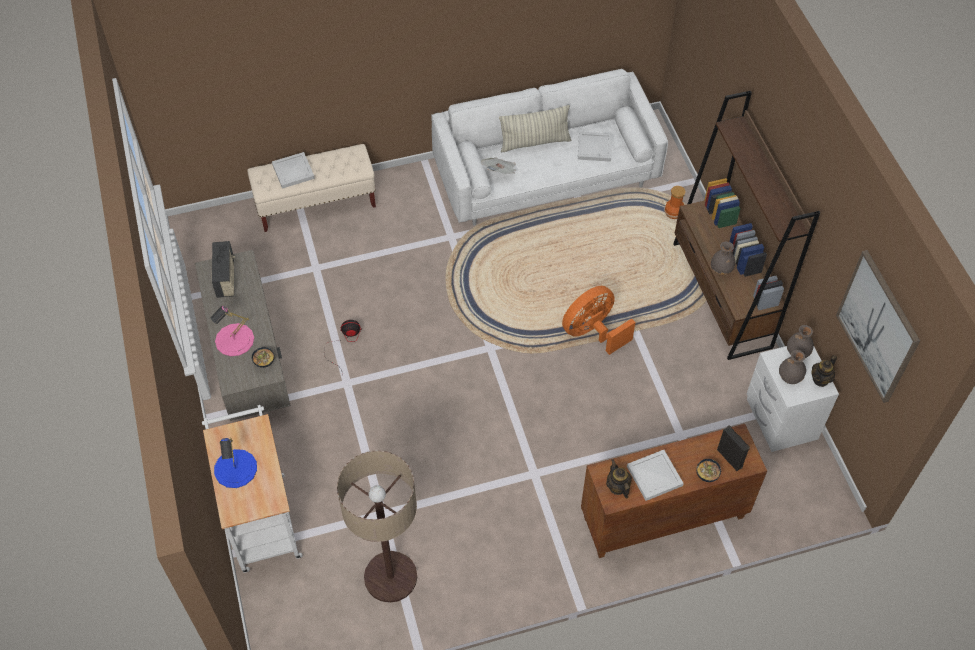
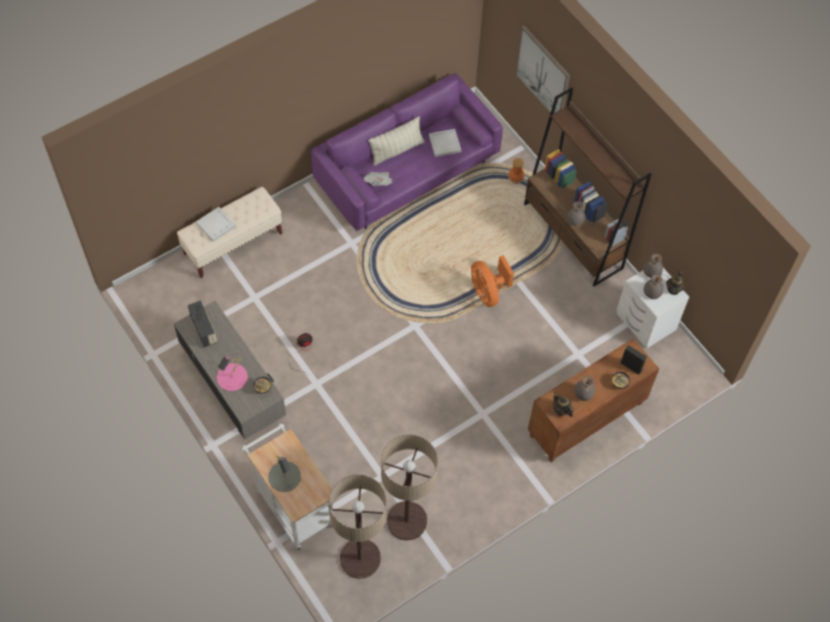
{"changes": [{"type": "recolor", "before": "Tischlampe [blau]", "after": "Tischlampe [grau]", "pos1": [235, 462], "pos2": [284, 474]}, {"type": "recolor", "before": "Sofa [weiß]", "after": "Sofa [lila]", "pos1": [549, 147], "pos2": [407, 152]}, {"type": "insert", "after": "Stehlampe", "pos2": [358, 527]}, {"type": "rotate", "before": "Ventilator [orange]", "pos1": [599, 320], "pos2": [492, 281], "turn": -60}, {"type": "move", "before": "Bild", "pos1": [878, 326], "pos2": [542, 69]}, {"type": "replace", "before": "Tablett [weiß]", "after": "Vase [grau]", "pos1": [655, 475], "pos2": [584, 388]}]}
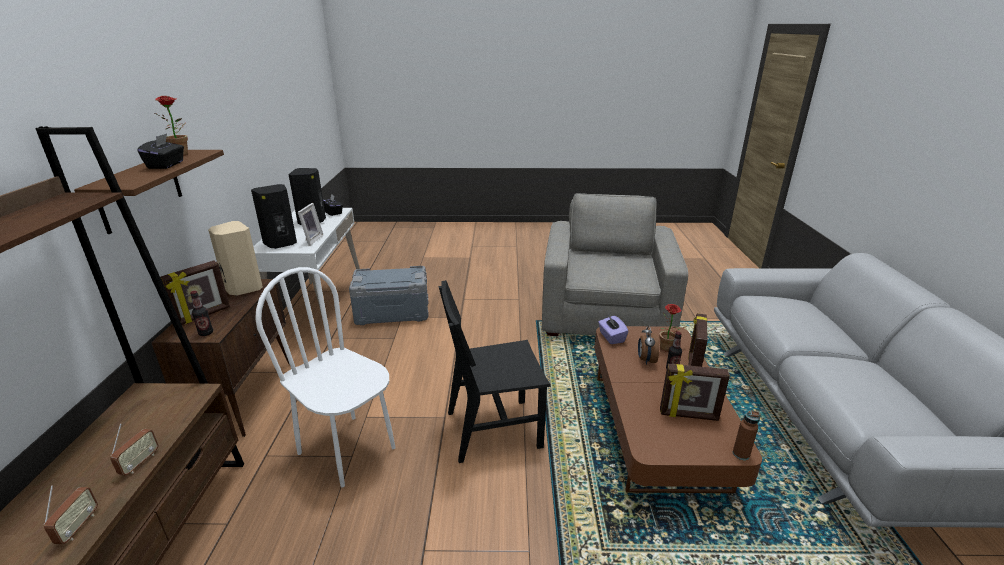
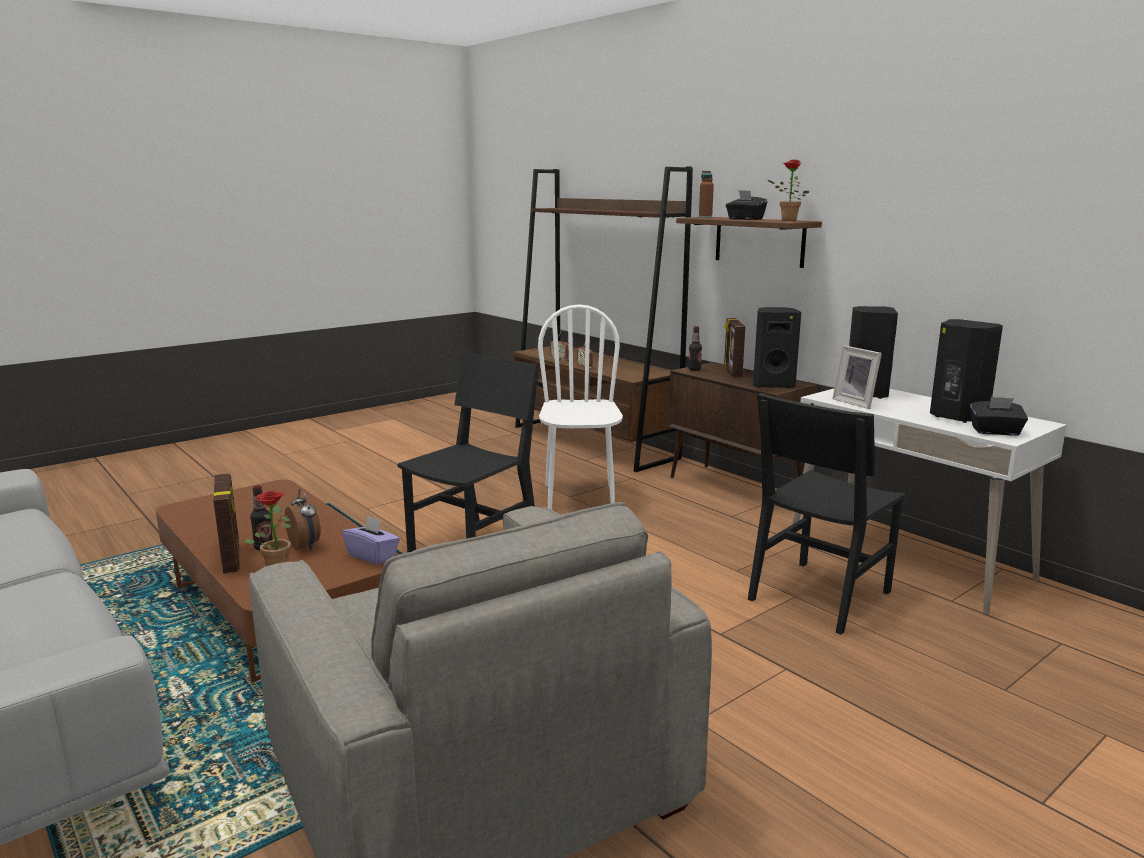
{"changes": [{"type": "rotate", "before": "Stuhl [weiß]", "pos1": [325, 377], "pos2": [580, 407], "turn": -90}, {"type": "move", "before": "Flasche [braun]", "pos1": [746, 435], "pos2": [706, 194]}, {"type": "replace", "before": "Aufbewahrungsbox [grau]", "after": "Stuhl [schwarz]", "pos1": [389, 295], "pos2": [827, 514]}, {"type": "recolor", "before": "Lautsprecher [beige]", "after": "Lautsprecher [schwarz]", "pos1": [235, 258], "pos2": [777, 348]}, {"type": "delete", "before": "Bilderrahmen", "pos1": [695, 392]}]}
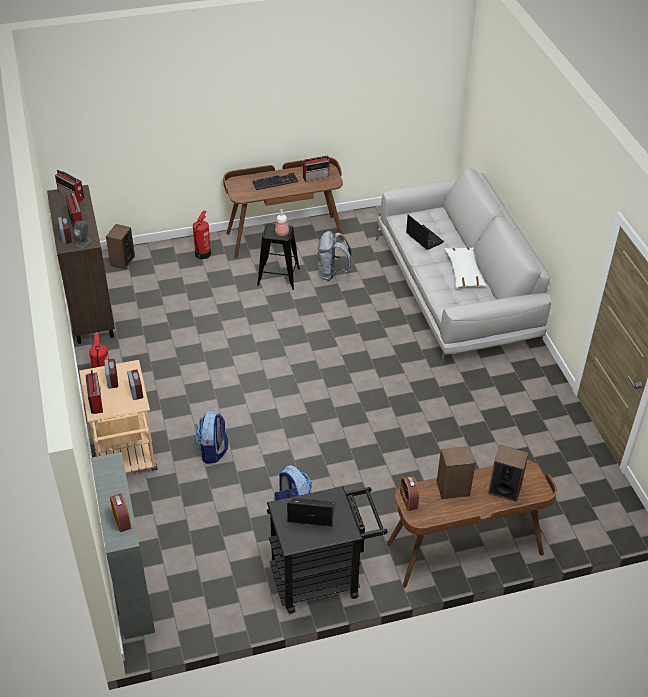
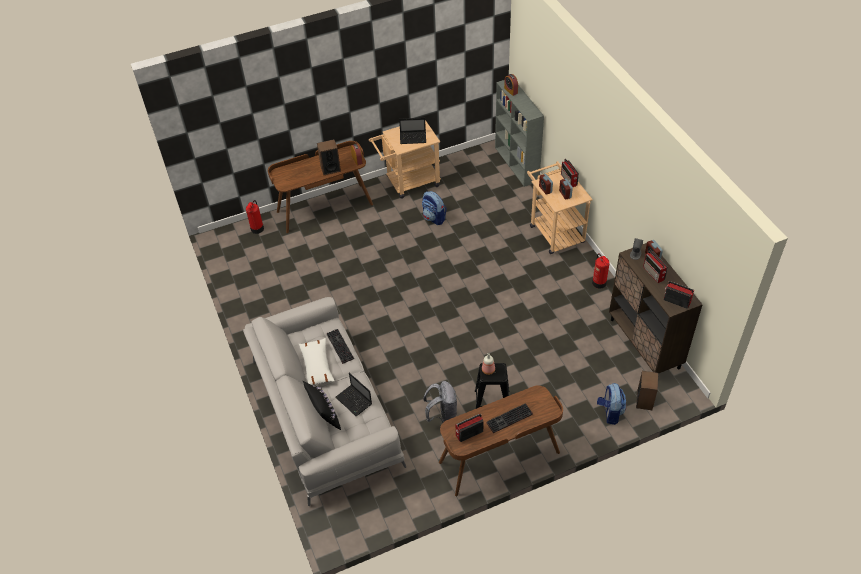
{"changes": [{"type": "move", "before": "Feuerlöscher", "pos1": [202, 234], "pos2": [255, 217]}, {"type": "insert", "after": "Kissen [schwarz]", "pos2": [322, 405]}, {"type": "insert", "after": "Tastatur", "pos2": [340, 346]}, {"type": "recolor", "before": "Rollwagen [schwarz]", "after": "Rollwagen [beige]", "pos1": [327, 550], "pos2": [405, 159]}, {"type": "move", "before": "Rucksack", "pos1": [211, 437], "pos2": [611, 404]}, {"type": "delete", "before": "Lautsprecher", "pos1": [508, 473]}]}
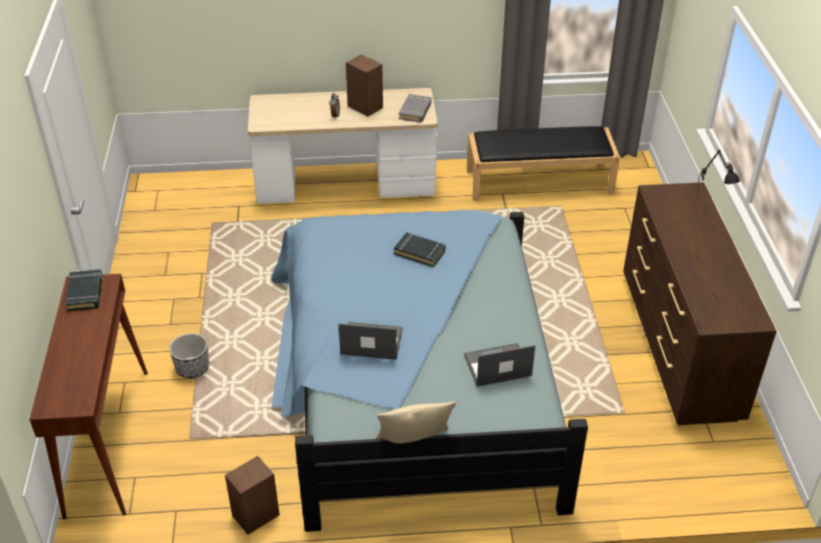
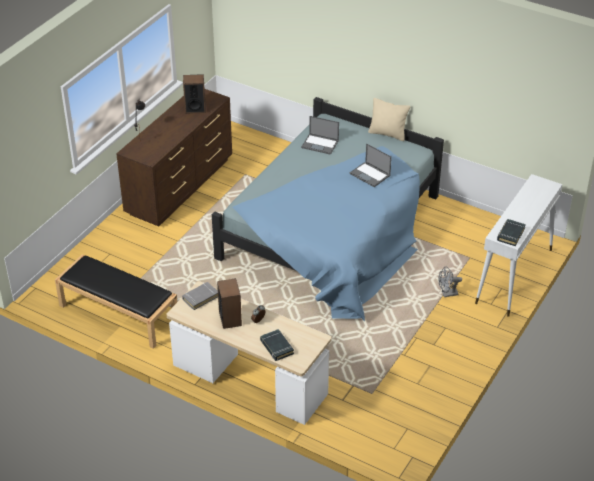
{"changes": [{"type": "move", "before": "Lautsprecher", "pos1": [252, 495], "pos2": [194, 94]}, {"type": "move", "before": "Buch [schwarz]", "pos1": [419, 249], "pos2": [277, 345]}, {"type": "replace", "before": "Pflanzkübel", "after": "Ventilator [grau]", "pos1": [189, 355], "pos2": [450, 282]}, {"type": "recolor", "before": "Konsolentisch [braun]", "after": "Konsolentisch [weiß]", "pos1": [89, 397], "pos2": [518, 245]}]}
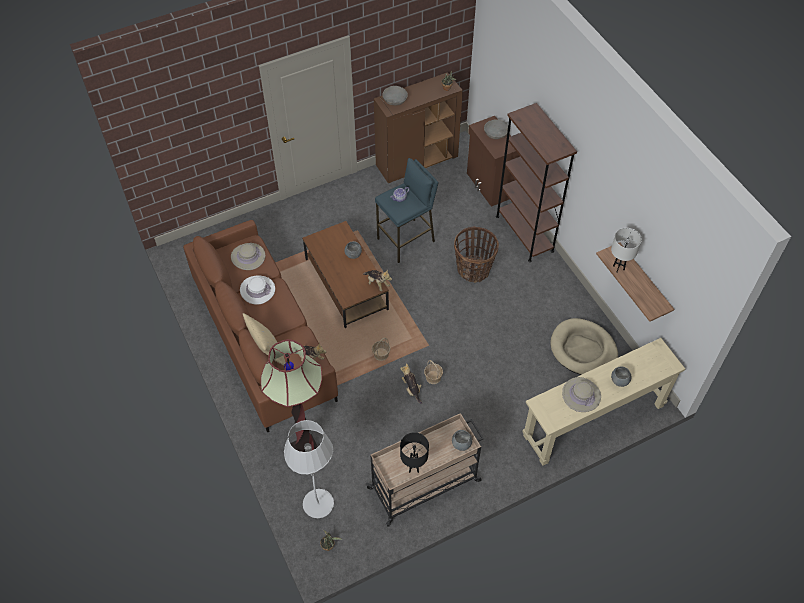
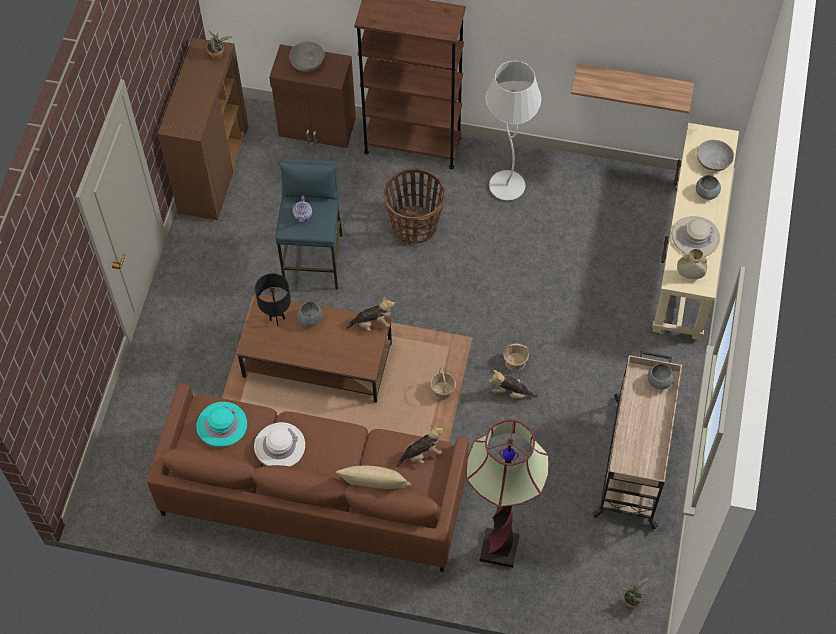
{"changes": [{"type": "recolor", "before": "Hut [beige]", "after": "Hut [türkis]", "pos1": [248, 256], "pos2": [221, 424]}, {"type": "move", "before": "Tischlampe [schwarz]", "pos1": [414, 452], "pos2": [273, 300]}, {"type": "move", "before": "Stehlampe [weiß]", "pos1": [309, 469], "pos2": [513, 131]}, {"type": "insert", "after": "Vase [beige]", "pos2": [692, 264]}, {"type": "move", "before": "Schüssel [grau]", "pos1": [395, 95], "pos2": [715, 155]}, {"type": "delete", "before": "Hundebett [beige]", "pos1": [584, 346]}, {"type": "delete", "before": "Tischlampe [weiß]", "pos1": [626, 250]}]}
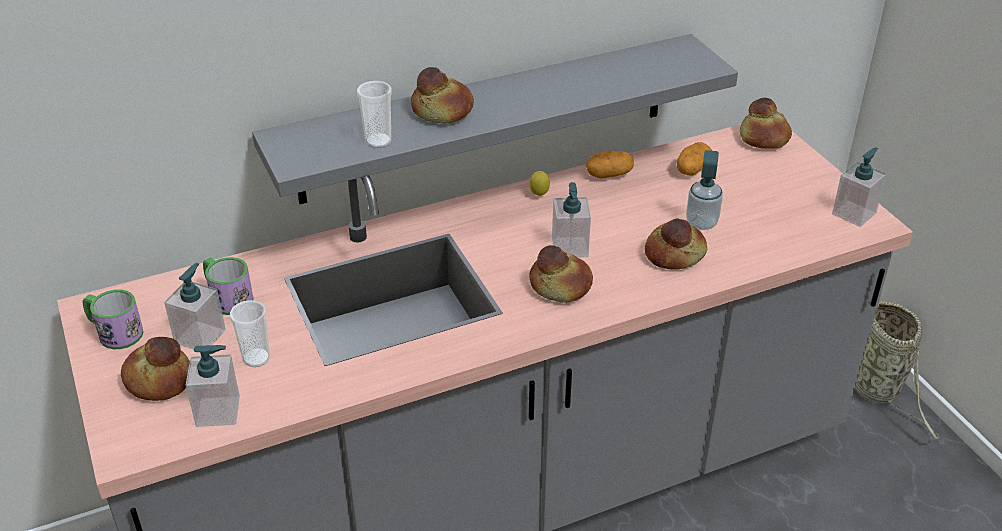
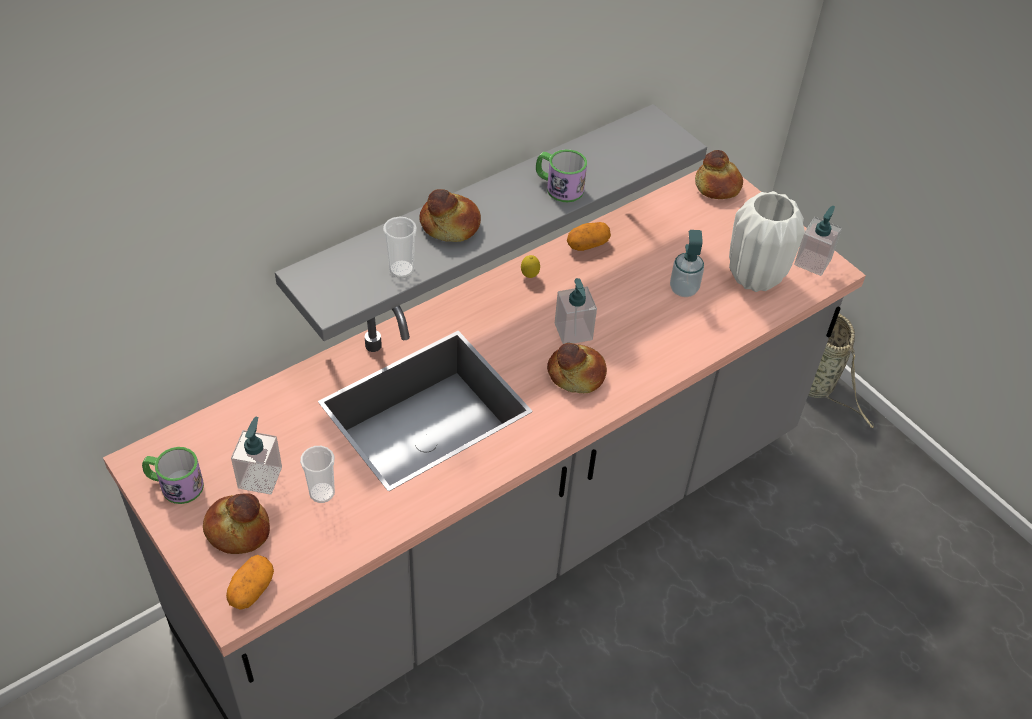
{"changes": [{"type": "move", "before": "Kartoffel", "pos1": [694, 159], "pos2": [250, 582]}, {"type": "move", "before": "Henkelbecher", "pos1": [228, 286], "pos2": [561, 175]}, {"type": "insert", "after": "Vase [weiß]", "pos2": [767, 241]}, {"type": "delete", "before": "Seifenspender", "pos1": [213, 386]}, {"type": "delete", "before": "Brot", "pos1": [676, 244]}]}
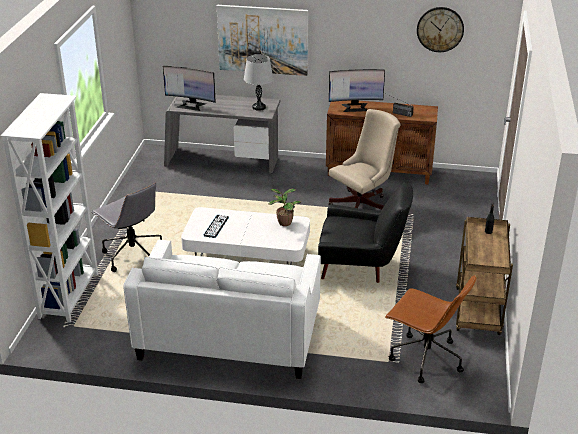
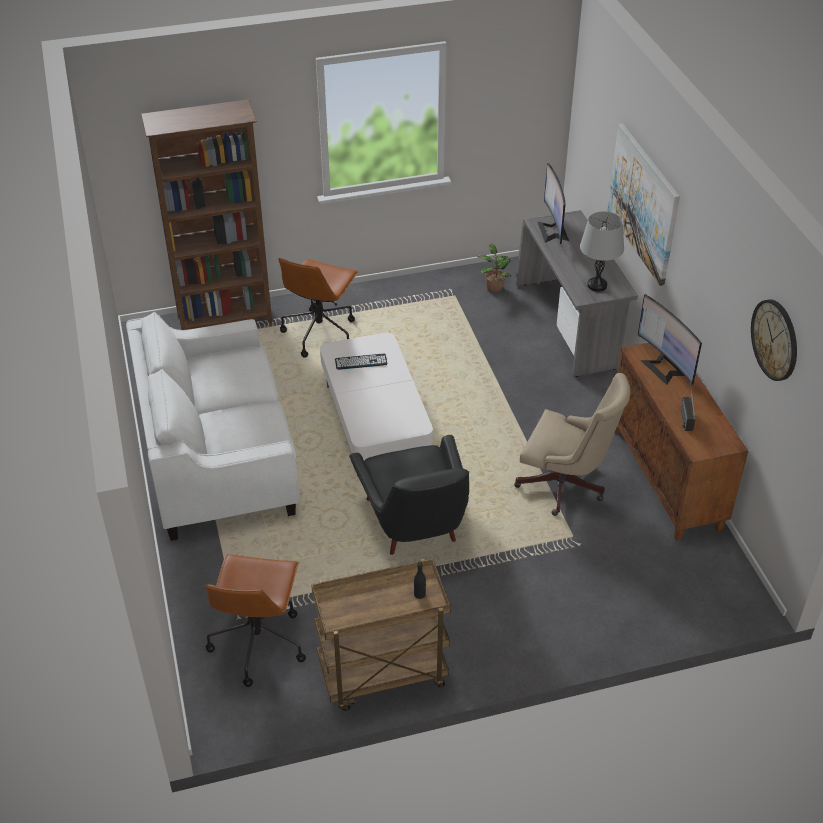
{"changes": [{"type": "recolor", "before": "Bücherregal [weiß]", "after": "Bücherregal [braun]", "pos1": [49, 208], "pos2": [206, 214]}, {"type": "recolor", "before": "Bürostuhl [grau]", "after": "Bürostuhl [braun]", "pos1": [126, 227], "pos2": [318, 308]}, {"type": "move", "before": "Topfpflanze", "pos1": [284, 207], "pos2": [494, 268]}]}
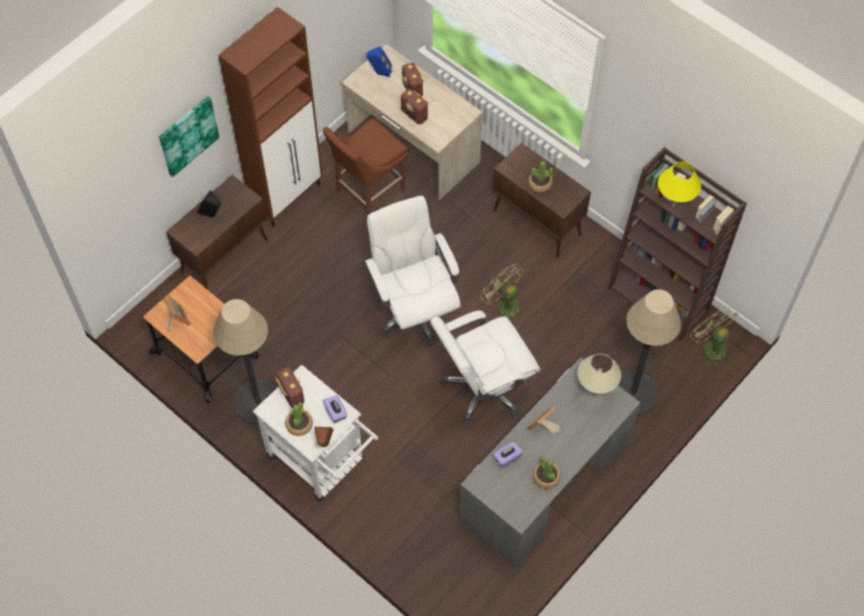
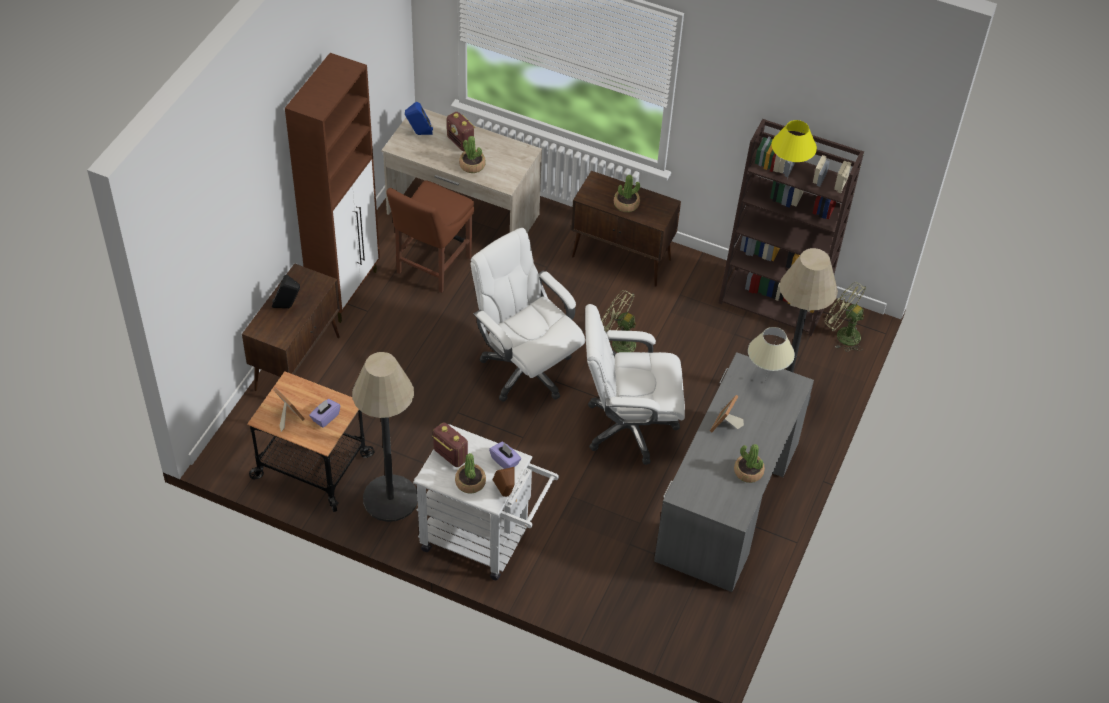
{"changes": [{"type": "move", "before": "Taschentuchbox [lila]", "pos1": [508, 455], "pos2": [324, 413]}, {"type": "replace", "before": "Radio", "after": "Topfpflanze", "pos1": [414, 106], "pos2": [472, 154]}, {"type": "rotate", "before": "Bürostuhl [weiß]", "pos1": [485, 367], "pos2": [635, 384], "turn": 45}, {"type": "delete", "before": "Bild", "pos1": [189, 136]}]}
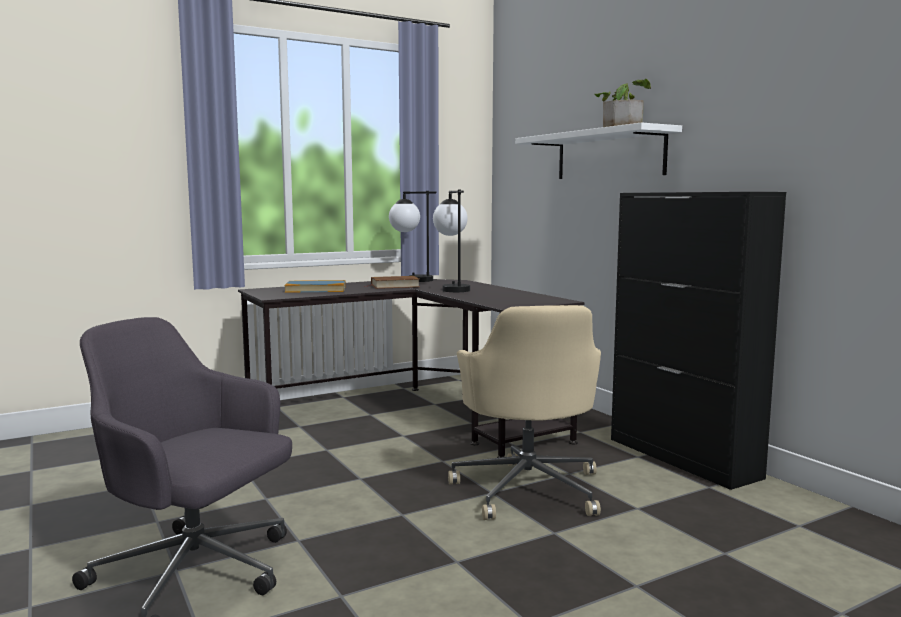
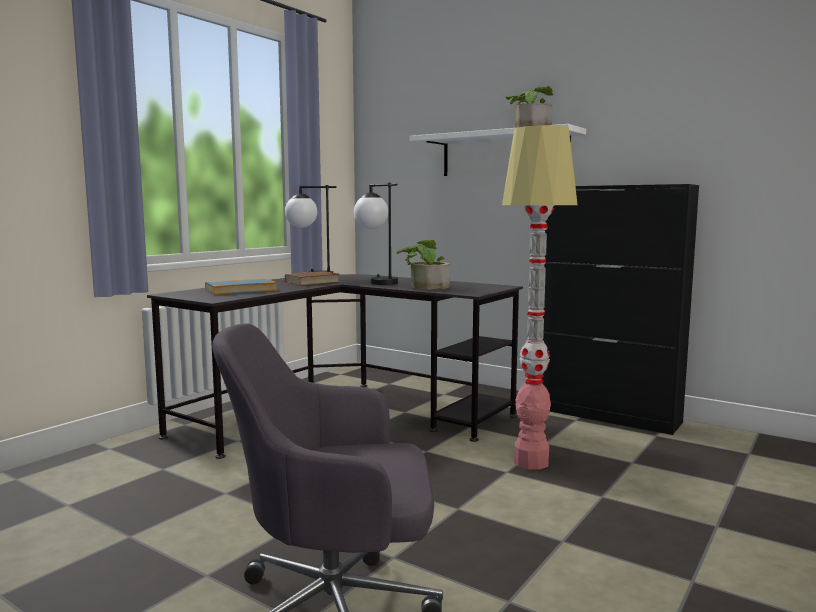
{"changes": [{"type": "insert", "after": "Topfpflanze", "pos2": [423, 265]}, {"type": "replace", "before": "Bürostuhl [beige]", "after": "Stehlampe", "pos1": [524, 412], "pos2": [540, 297]}]}
